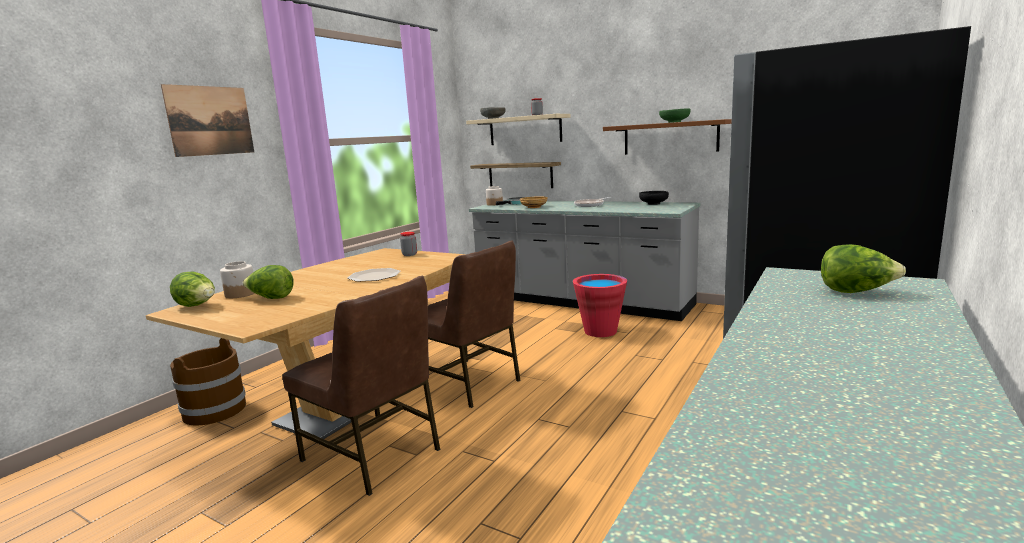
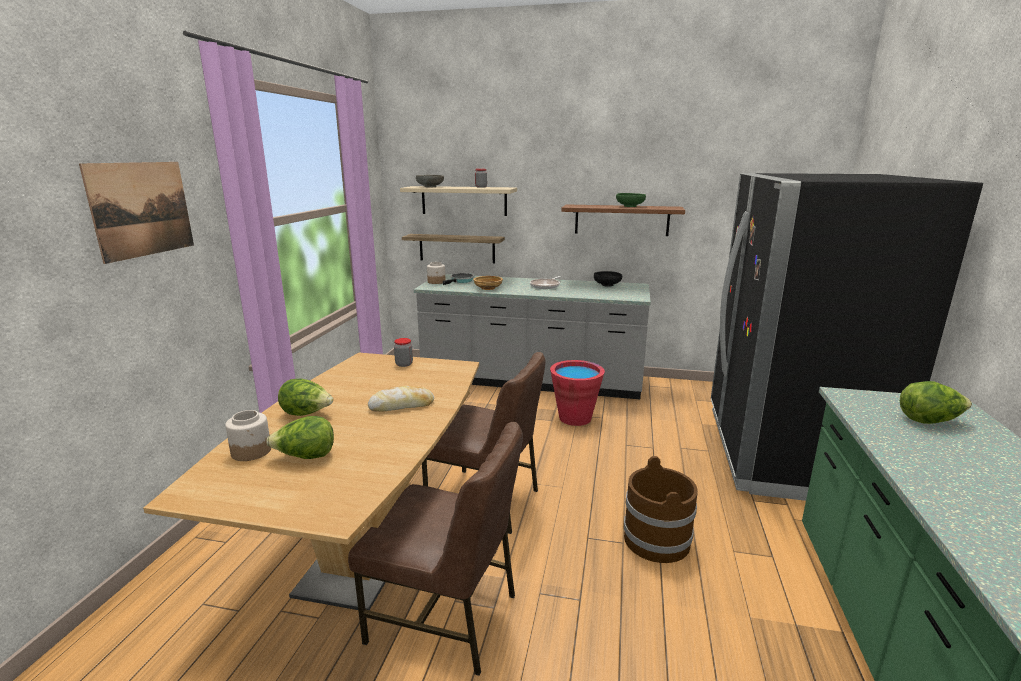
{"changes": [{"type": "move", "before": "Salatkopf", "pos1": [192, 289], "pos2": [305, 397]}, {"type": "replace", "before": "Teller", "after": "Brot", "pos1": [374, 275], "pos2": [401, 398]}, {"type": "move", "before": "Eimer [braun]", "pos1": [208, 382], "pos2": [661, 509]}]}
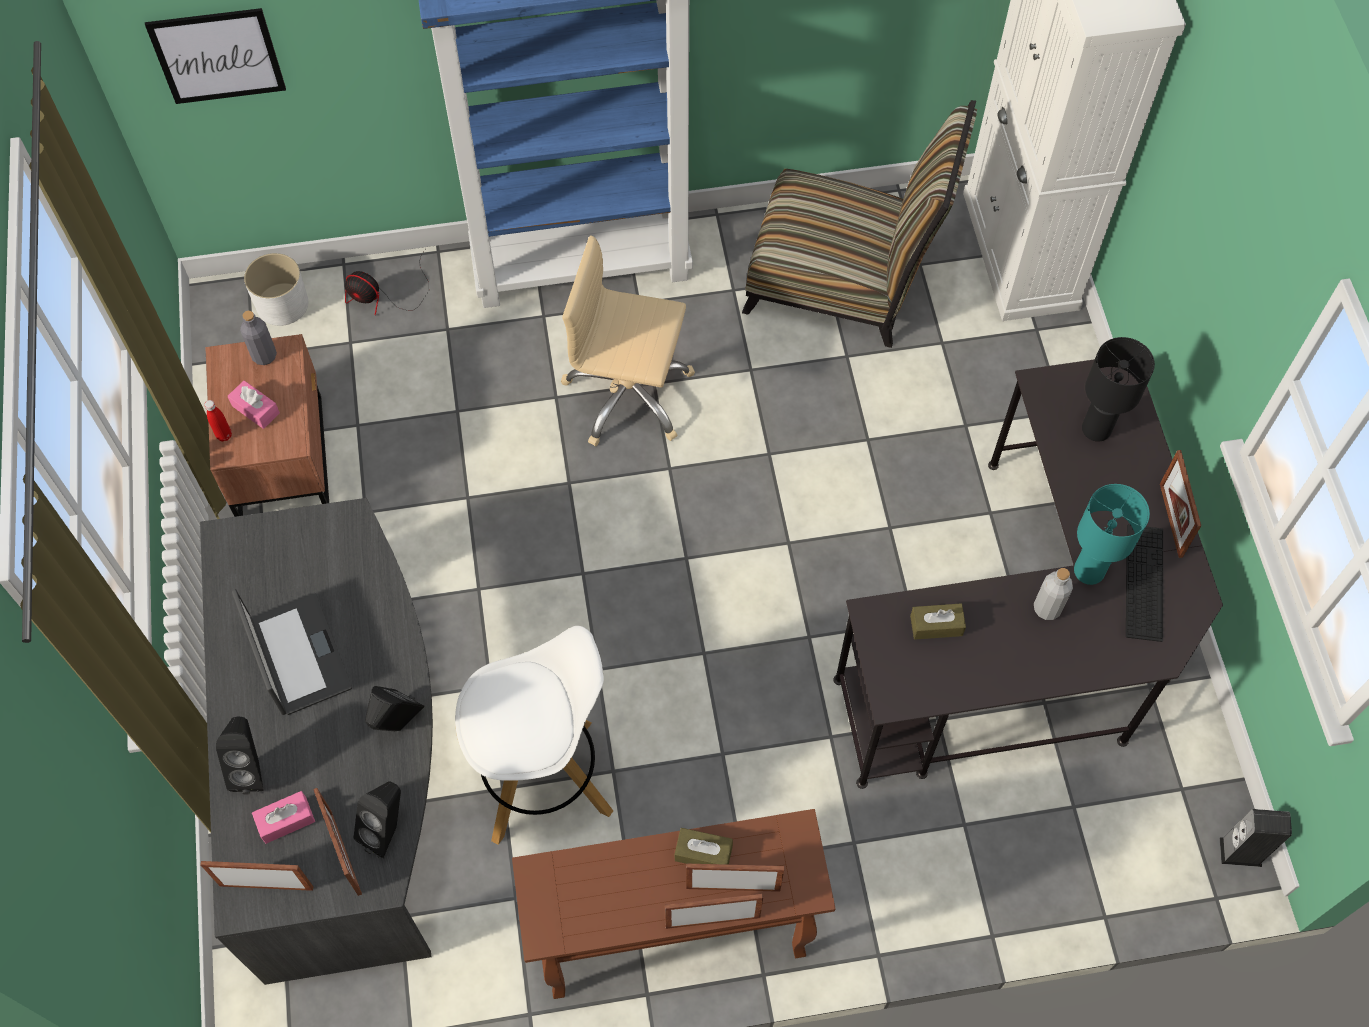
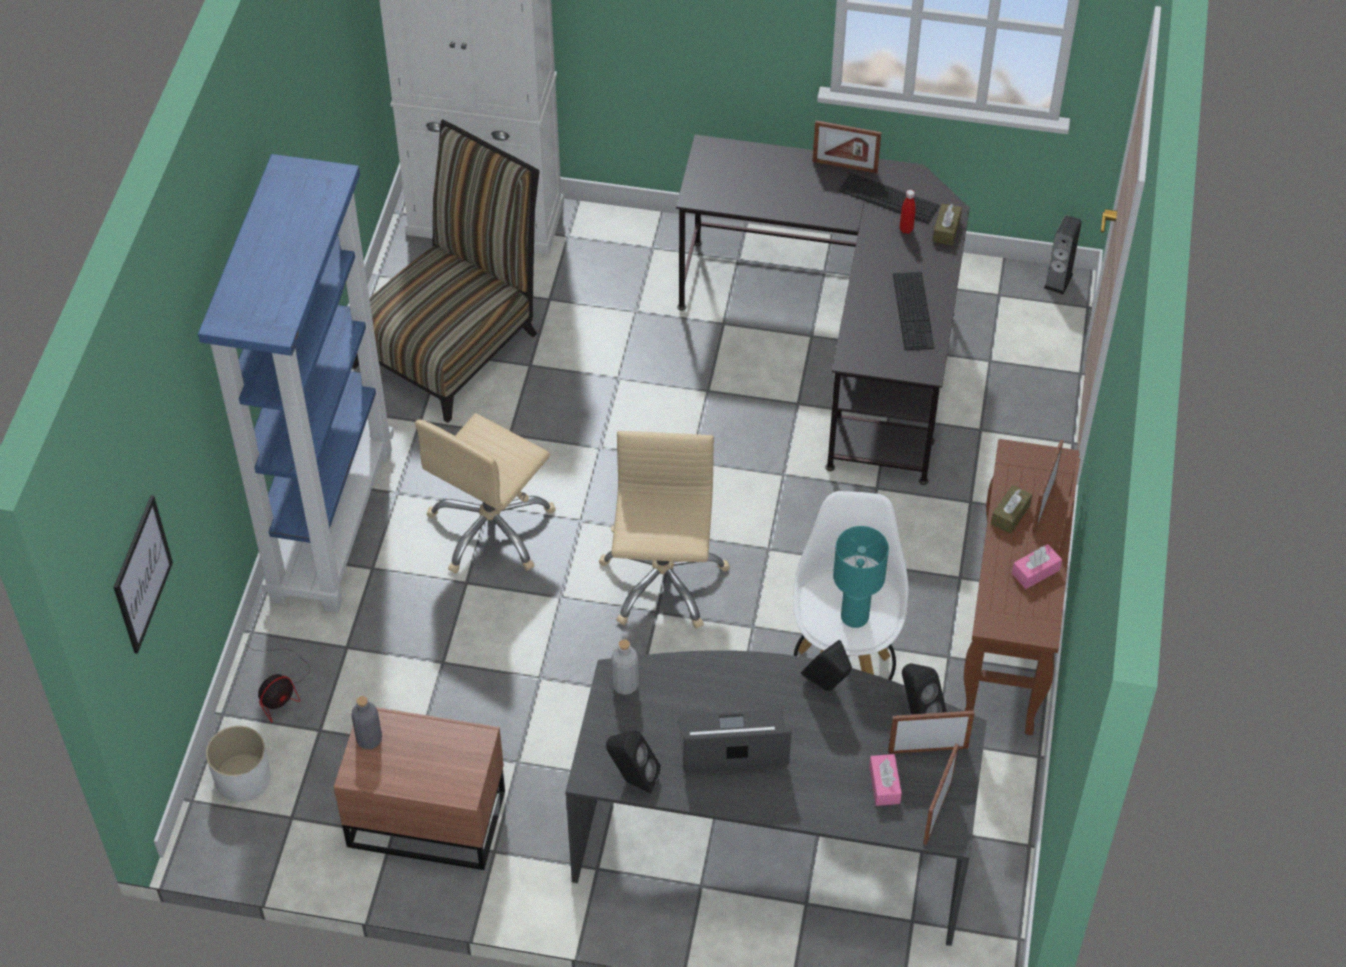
{"changes": [{"type": "insert", "after": "Bürostuhl [beige]", "pos2": [664, 530]}, {"type": "move", "before": "Lautsprecher [schwarz]", "pos1": [240, 755], "pos2": [633, 762]}, {"type": "move", "before": "Flasche [grau]", "pos1": [1053, 594], "pos2": [625, 667]}, {"type": "move", "before": "Tischlampe [türkis]", "pos1": [1112, 534], "pos2": [861, 577]}, {"type": "insert", "after": "Tastatur", "pos2": [913, 311]}, {"type": "move", "before": "Flasche [rot]", "pos1": [218, 421], "pos2": [908, 212]}, {"type": "move", "before": "Taschentuchbox [braun]", "pos1": [938, 621], "pos2": [947, 224]}, {"type": "move", "before": "Taschentuchbox [rosa]", "pos1": [253, 405], "pos2": [1037, 566]}, {"type": "delete", "before": "Tischlampe [schwarz]", "pos1": [1118, 389]}]}
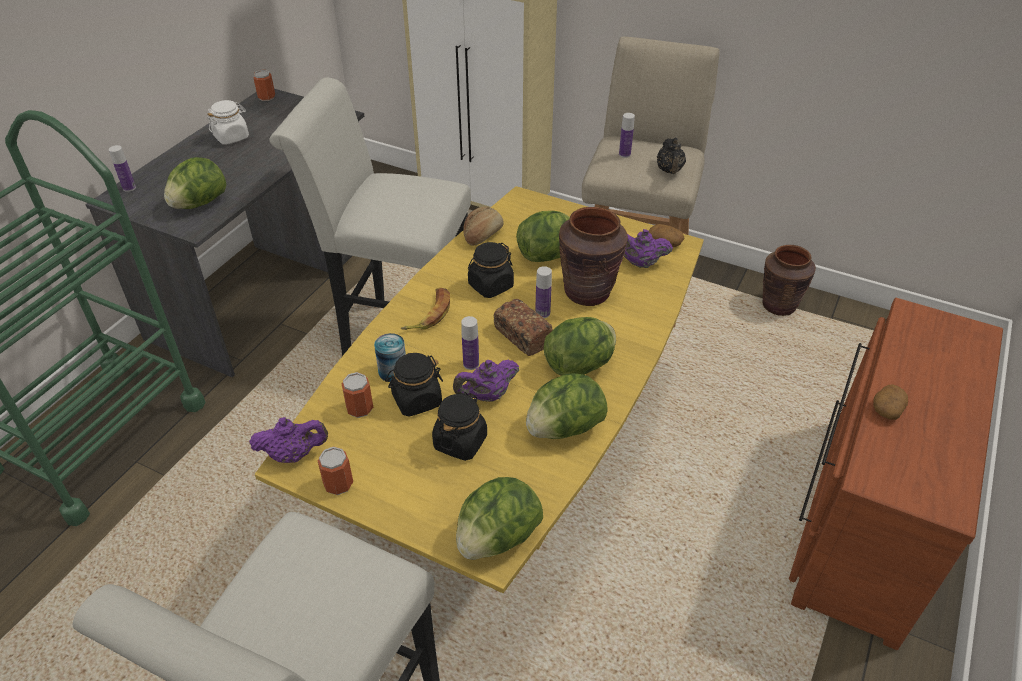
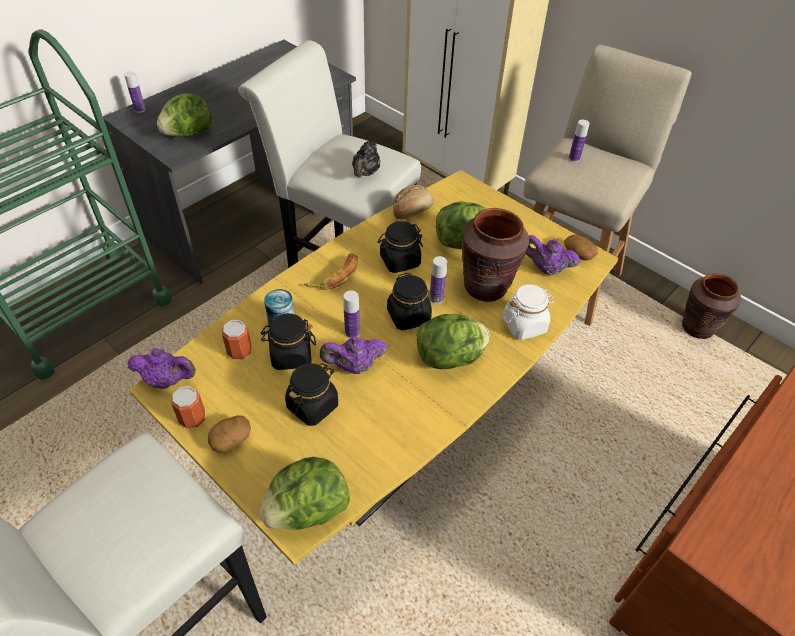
{"changes": [{"type": "move", "before": "Kartoffel", "pos1": [890, 402], "pos2": [229, 434]}, {"type": "move", "before": "Teekanne [schwarz]", "pos1": [671, 156], "pos2": [366, 159]}, {"type": "replace", "before": "Brot", "after": "Vorratsglas [schwarz]", "pos1": [523, 327], "pos2": [409, 301]}, {"type": "move", "before": "Vorratsglas [weiß]", "pos1": [228, 122], "pos2": [528, 312]}, {"type": "delete", "before": "Dose", "pos1": [264, 85]}, {"type": "delete", "before": "Salatkopf", "pos1": [567, 406]}]}
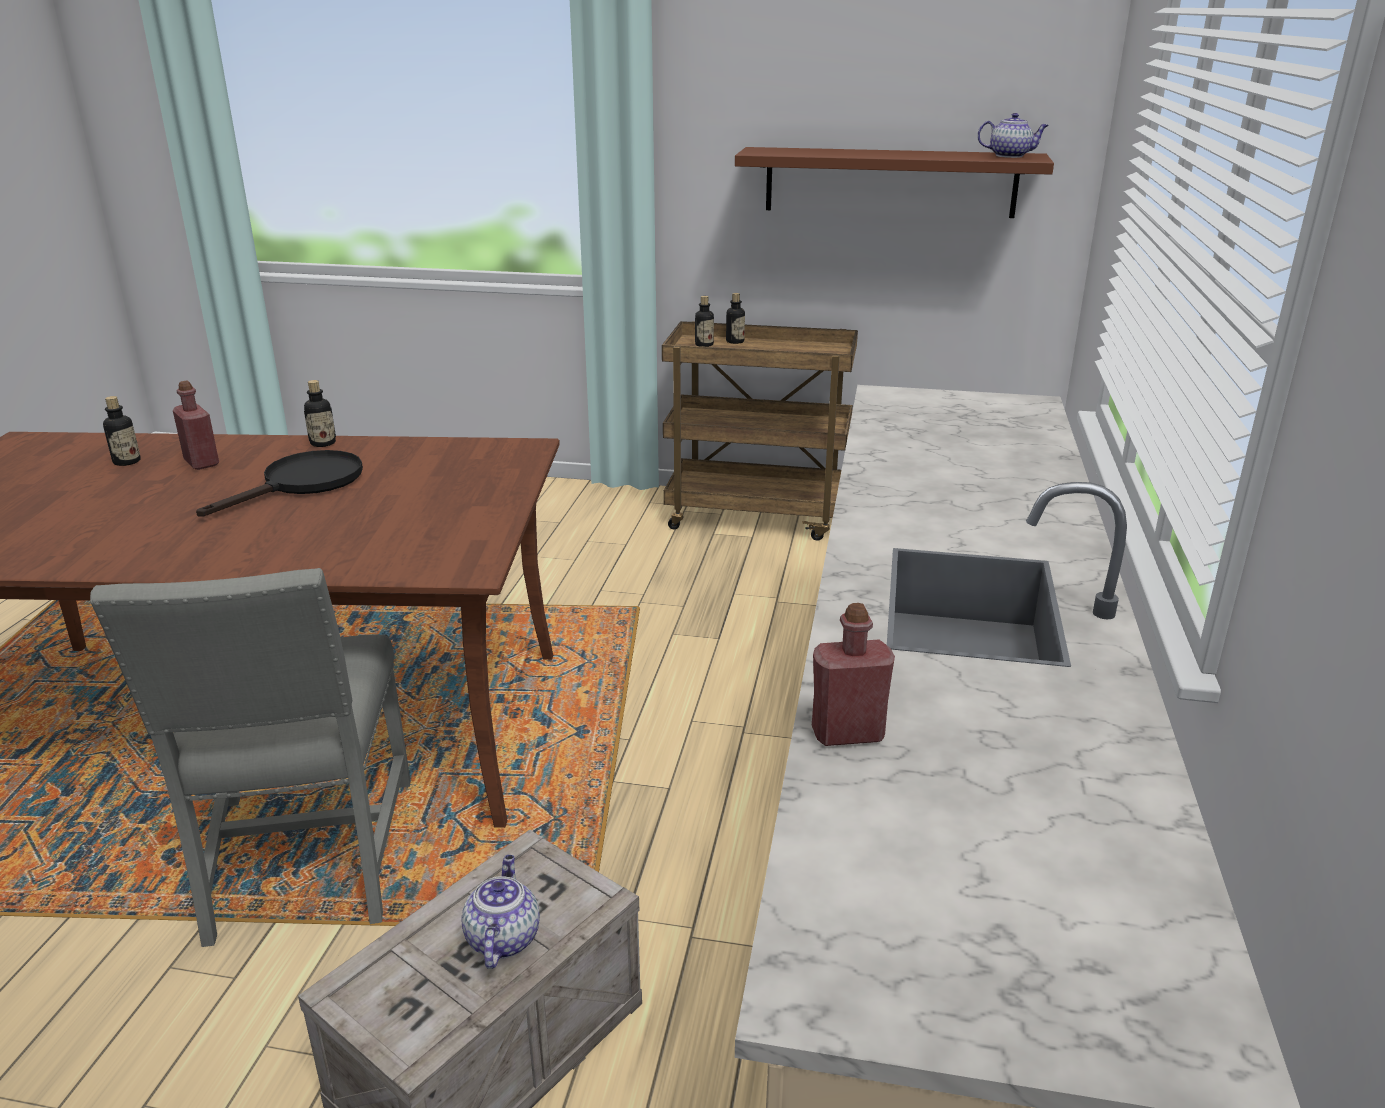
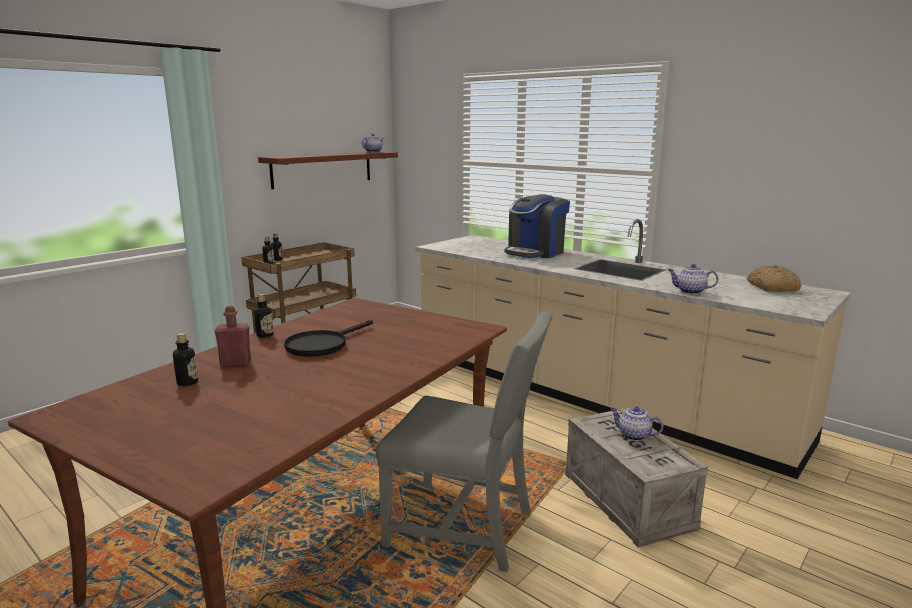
{"changes": [{"type": "rotate", "before": "Pfanne [schwarz]", "pos1": [279, 483], "pos2": [328, 338], "turn": -120}, {"type": "insert", "after": "Kaffeemaschine", "pos2": [537, 226]}, {"type": "replace", "before": "Flasche [rot]", "after": "Teekanne", "pos1": [853, 674], "pos2": [693, 279]}, {"type": "insert", "after": "Brot", "pos2": [774, 278]}]}
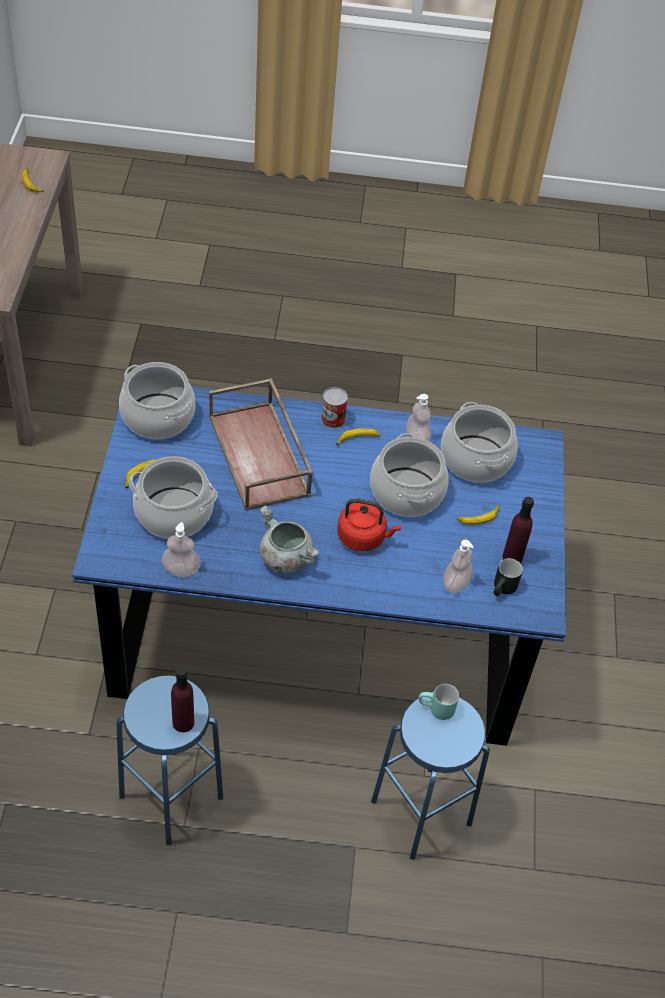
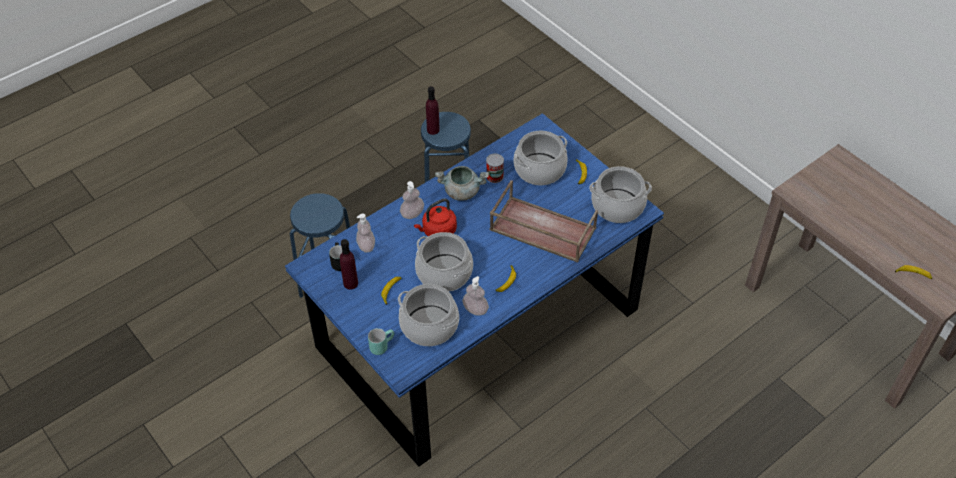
{"changes": [{"type": "move", "before": "Henkelbecher [türkis]", "pos1": [439, 702], "pos2": [381, 341]}, {"type": "move", "before": "Seifenspender", "pos1": [181, 549], "pos2": [412, 200]}, {"type": "move", "before": "Dose", "pos1": [334, 407], "pos2": [495, 168]}]}
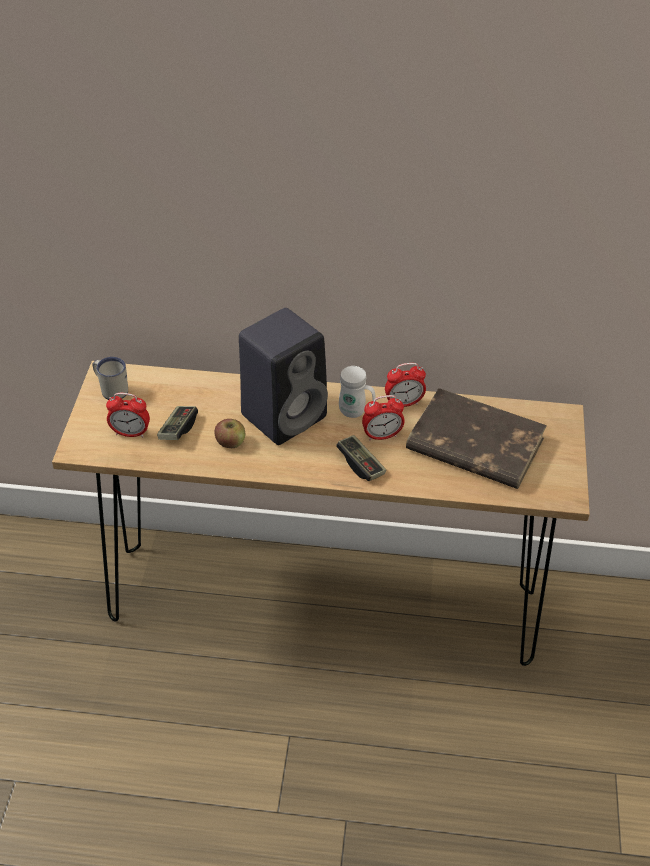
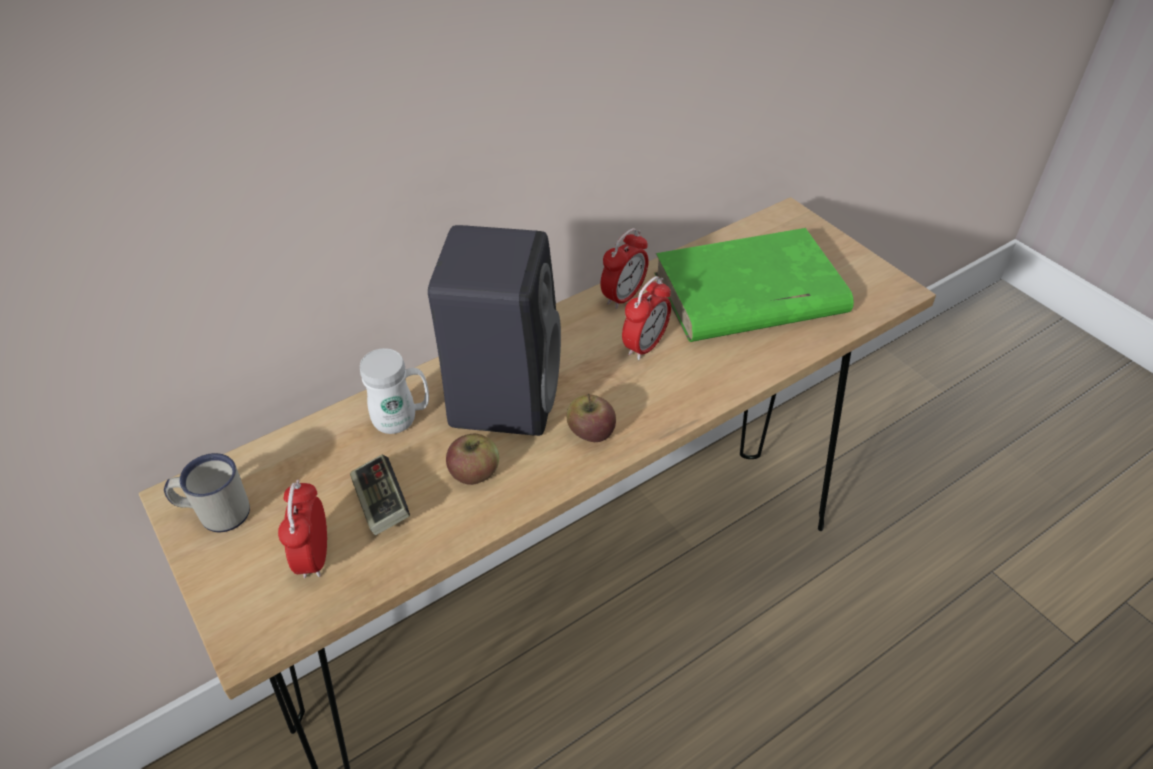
{"changes": [{"type": "rotate", "before": "Wecker", "pos1": [128, 415], "pos2": [302, 529], "turn": 120}, {"type": "move", "before": "Henkelbecher [weiß]", "pos1": [357, 392], "pos2": [394, 391]}, {"type": "insert", "after": "Apfel", "pos2": [591, 418]}, {"type": "recolor", "before": "Buch [braun]", "after": "Buch [grün]", "pos1": [476, 438], "pos2": [754, 285]}, {"type": "delete", "before": "Gamepad", "pos1": [361, 458]}]}
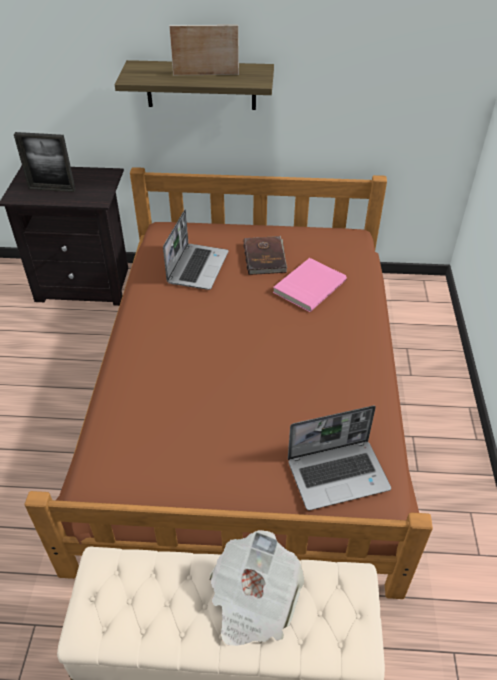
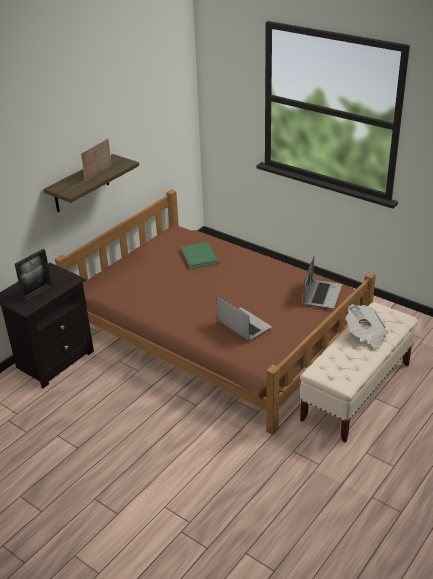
{"changes": [{"type": "recolor", "before": "Buch [rosa]", "after": "Buch [grün]", "pos1": [310, 285], "pos2": [200, 255]}, {"type": "move", "before": "Laptop", "pos1": [196, 250], "pos2": [244, 318]}, {"type": "delete", "before": "Buch [braun]", "pos1": [265, 255]}]}
